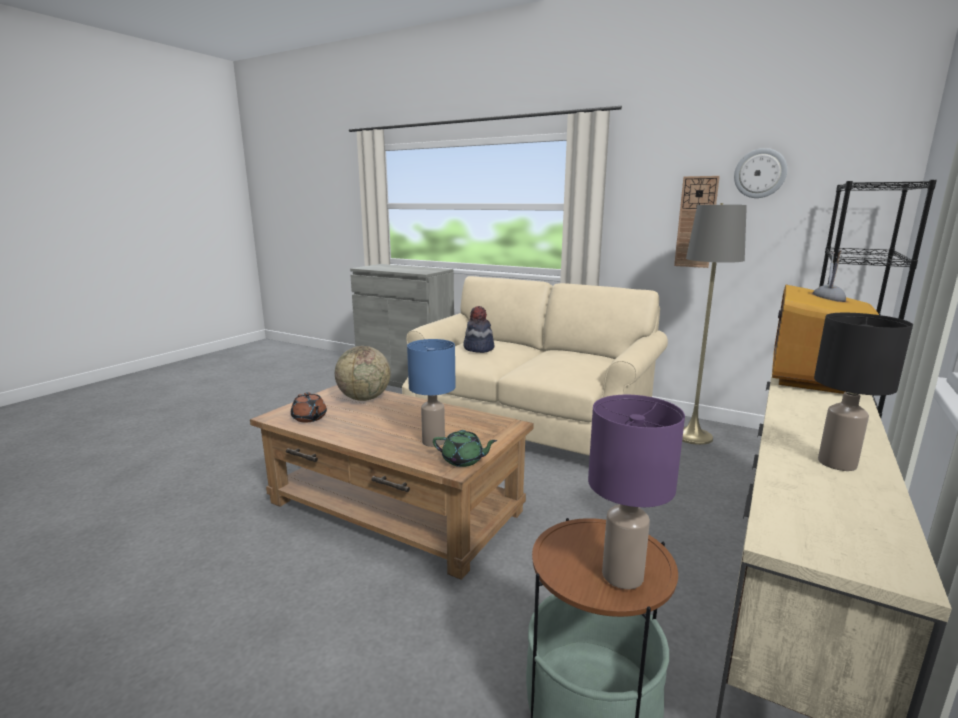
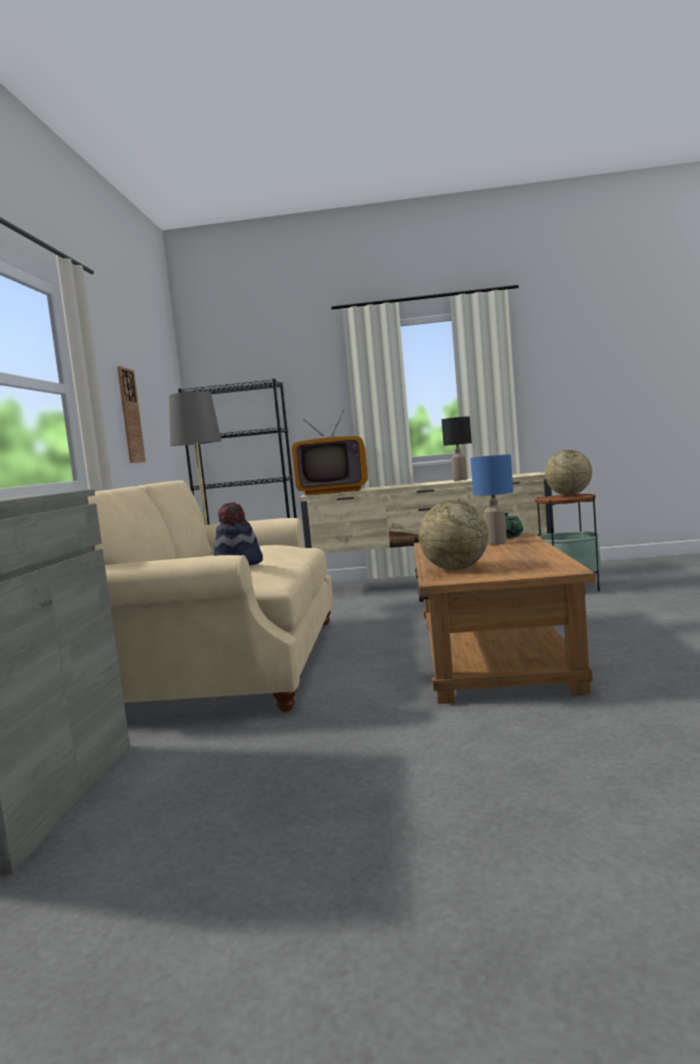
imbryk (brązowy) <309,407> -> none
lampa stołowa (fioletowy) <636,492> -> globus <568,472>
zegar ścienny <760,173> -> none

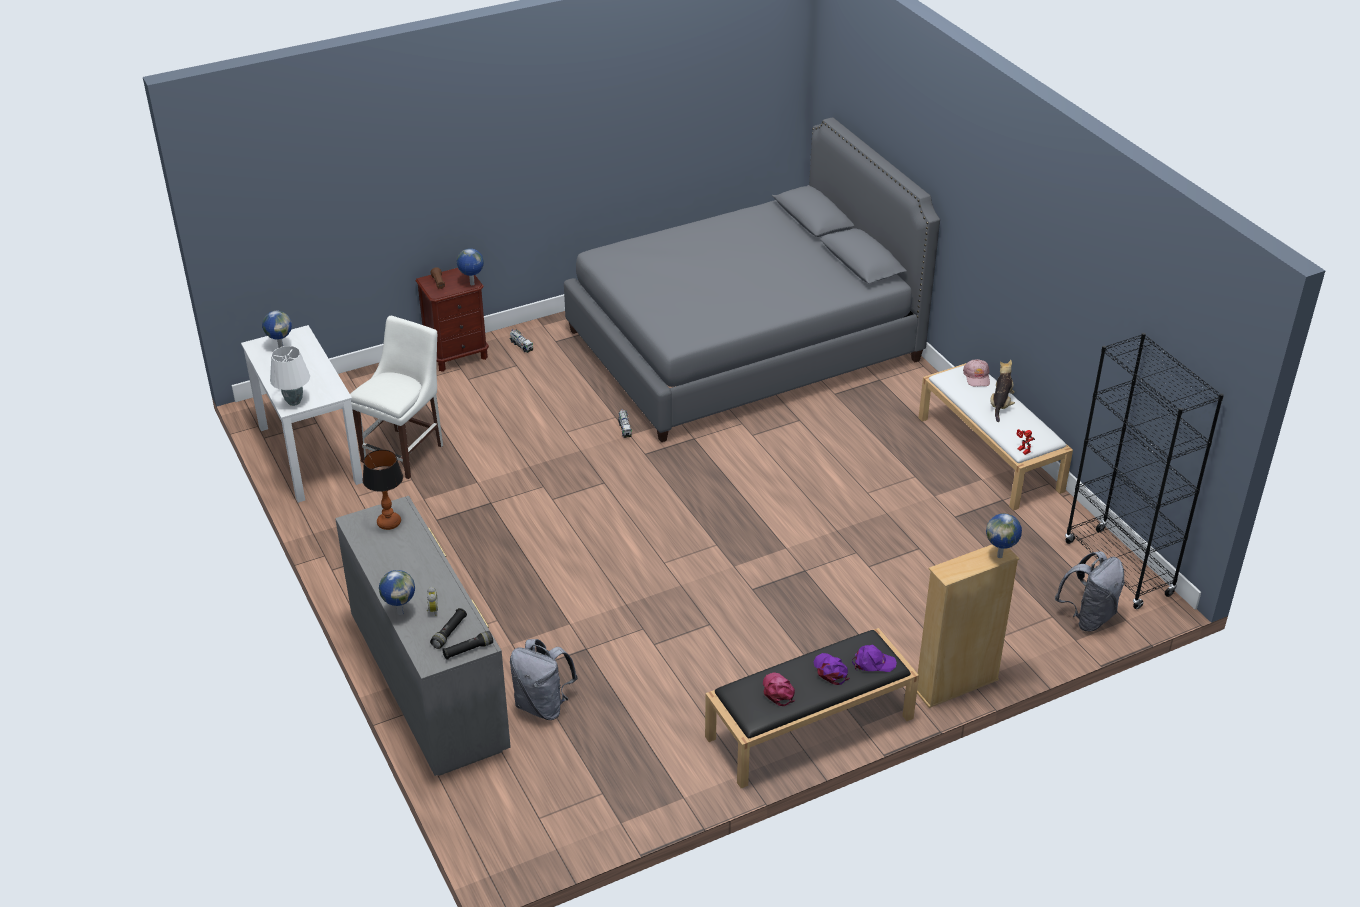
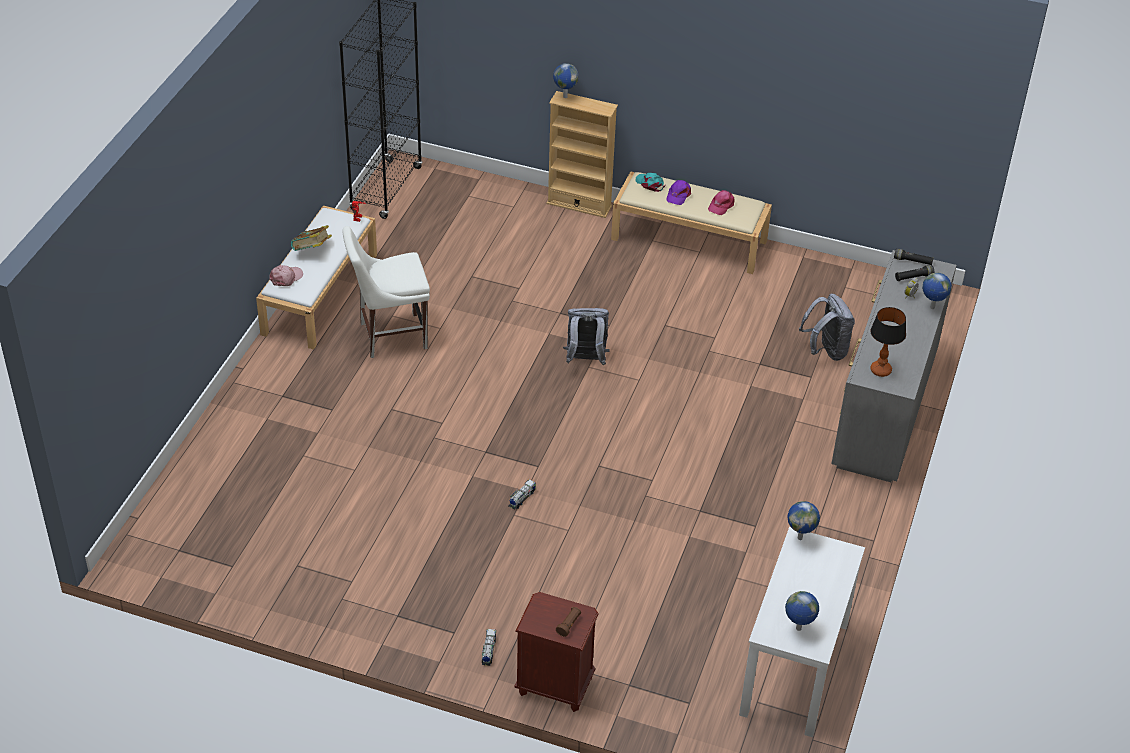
lampa stołowa (biały) <290,376> -> none
krzesło (biały) <396,397> -> krzesło (biały) <386,292>, relocated
globus <470,266> -> globus <803,520>, relocated
łóżko (szary) <752,280> -> none
ławka (czarny) <812,708> -> ławka (beżowy) <691,222>
czapka z daszkiem (fioletowy) <874,658> -> czapka z daszkiem (turkusowy) <650,182>
pluszak <1002,391> -> książka <311,238>
plecak (szary) <1089,591> -> plecak (szary) <586,336>, relocated

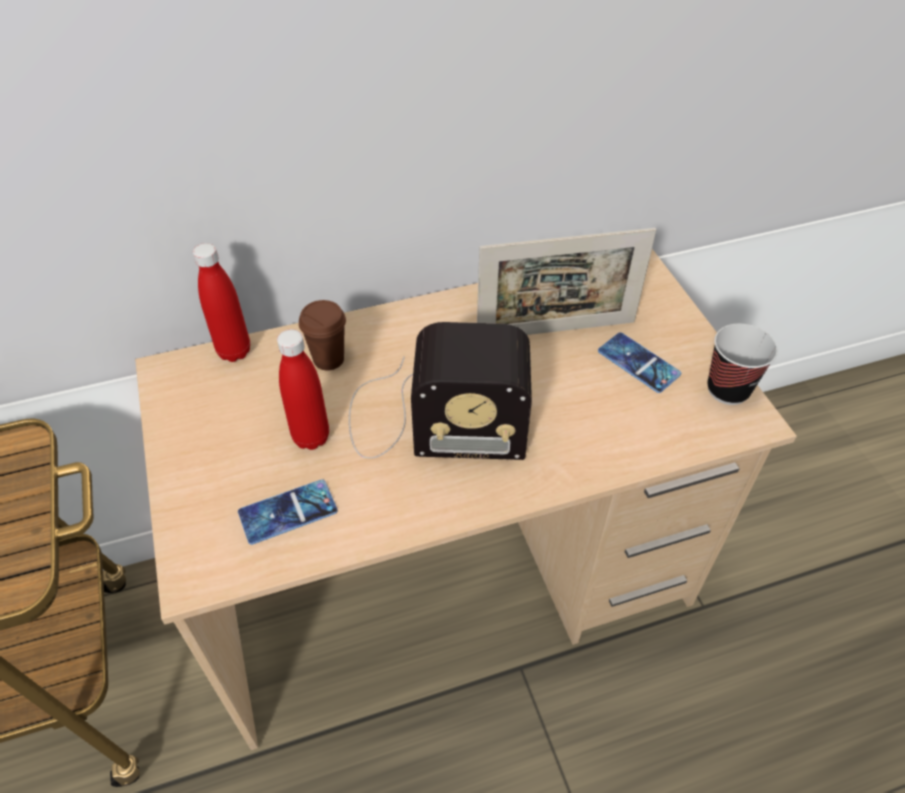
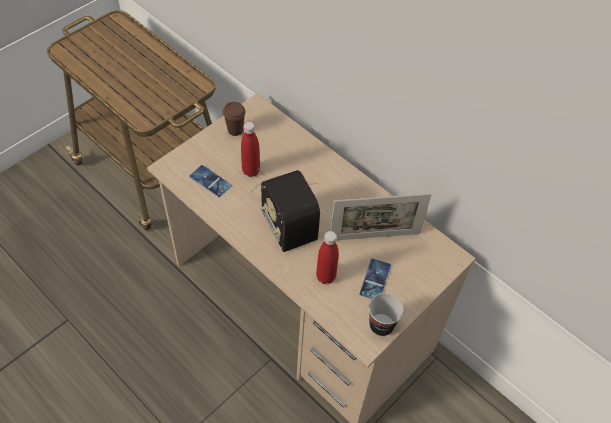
butelka (czerwony) <221,302> -> butelka (czerwony) <327,257>, relocated
filiżanka (brązowy) <322,335> -> filiżanka (brązowy) <234,119>, relocated
ramka na zdjęcie <567,281> -> ramka na zdjęcie <381,217>, 60 degrees counterclockwise

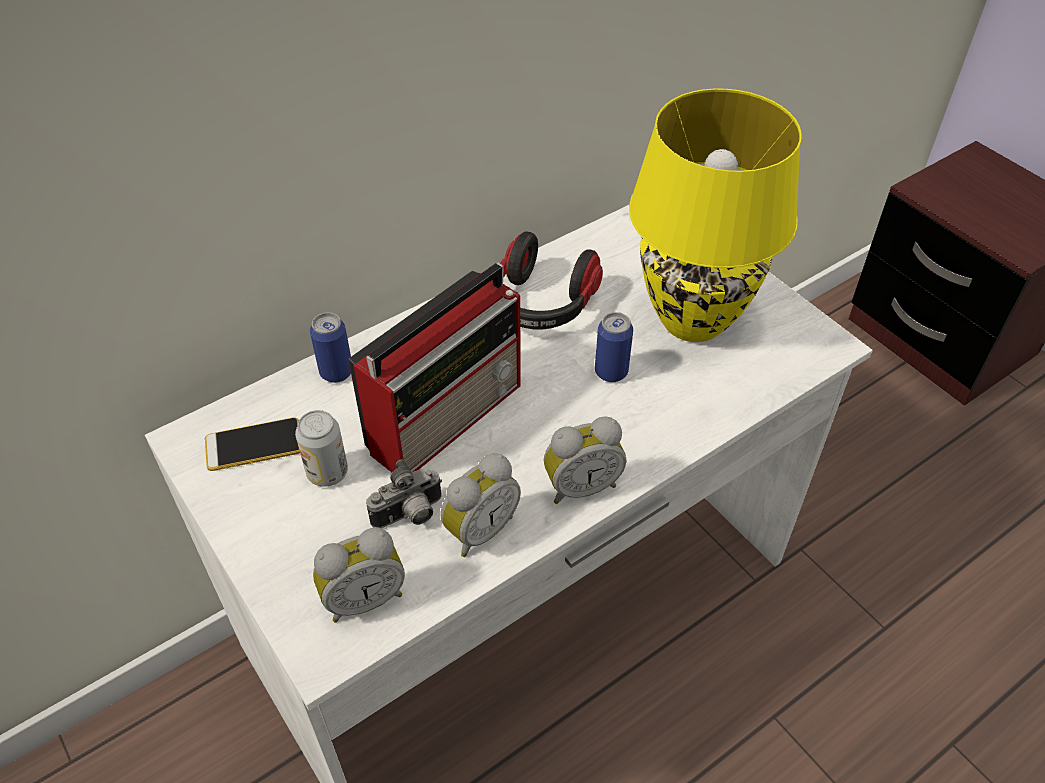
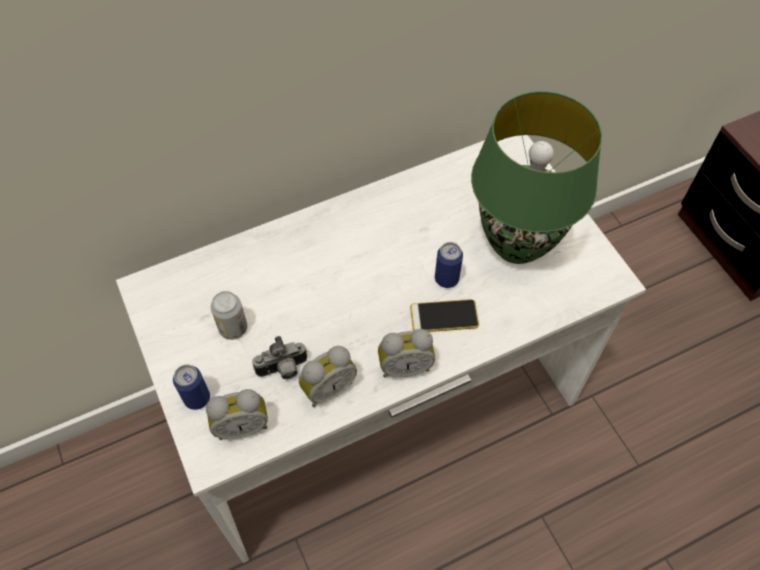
telefon <252,444> -> telefon <444,315>, relocated
puszka <330,347> -> puszka <191,387>, relocated
radio <434,367> -> none
słuchawki <551,281> -> none
lampa stołowa (żółty) <715,215> -> lampa stołowa (zielony) <536,177>

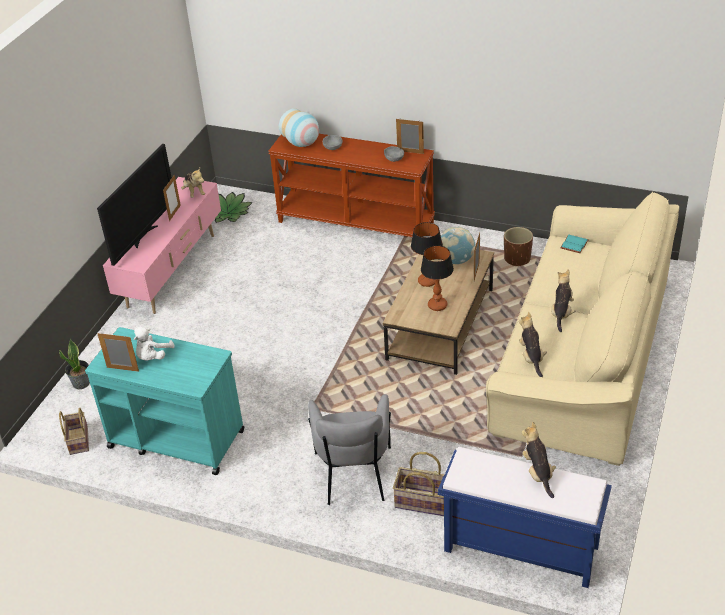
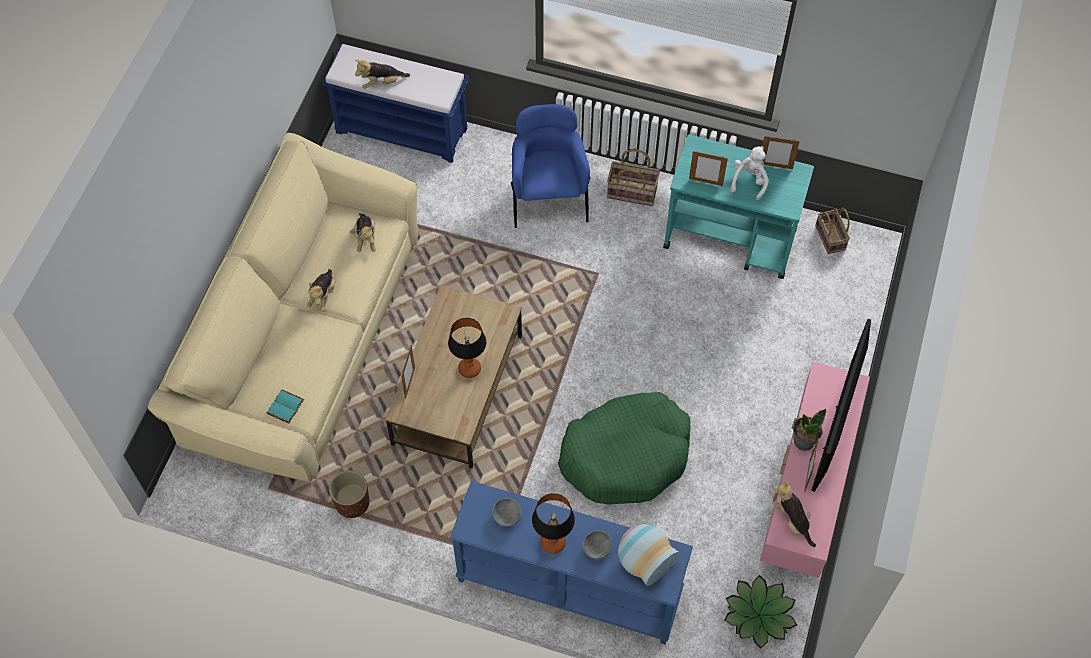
roślina doniczkowa <74,364> -> roślina doniczkowa <809,430>, relocated
stolik konsolowy (brązowy) <351,185> -> stolik konsolowy (niebieski) <571,563>
fotel (szary) <349,449> -> fotel (niebieski) <550,166>
koszyk <419,484> -> koszyk <633,177>, relocated
ramka na zdjęcie <410,136> -> ramka na zdjęcie <708,168>, relocated
lampa stołowa <437,278> -> lampa stołowa <553,523>, relocated
globus <458,245> -> none
pluszak <538,460> -> pluszak <382,74>, 90 degrees clockwise
none -> legowisko (zielony) <624,448>

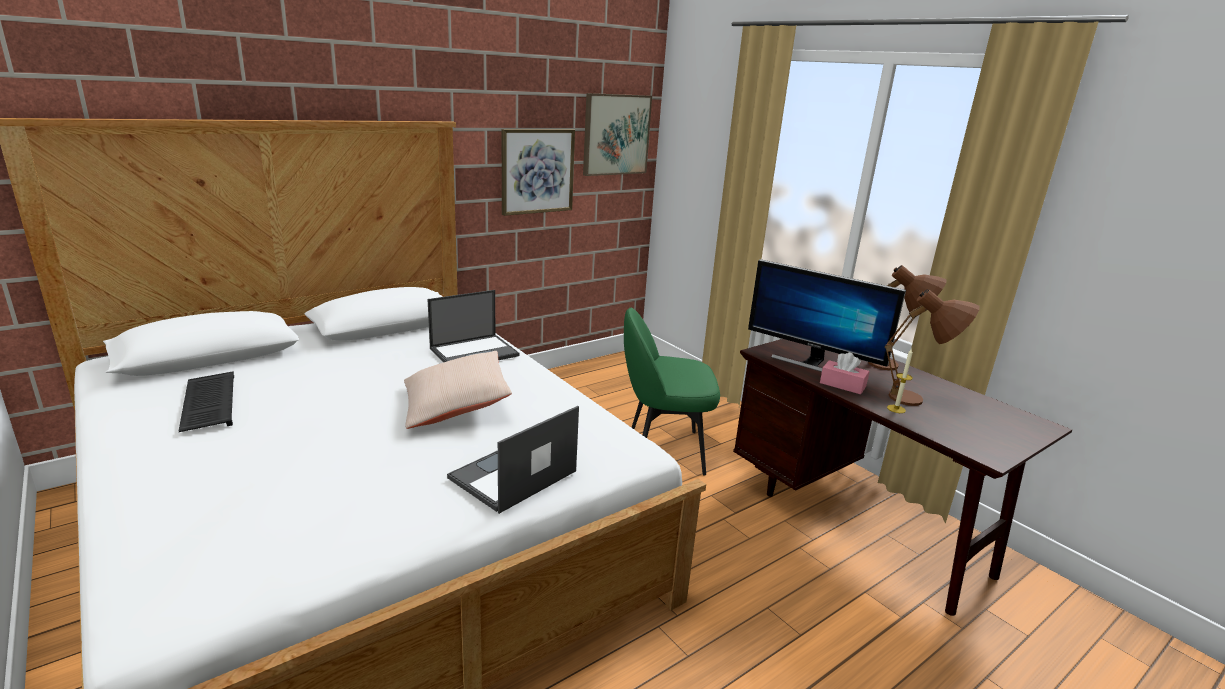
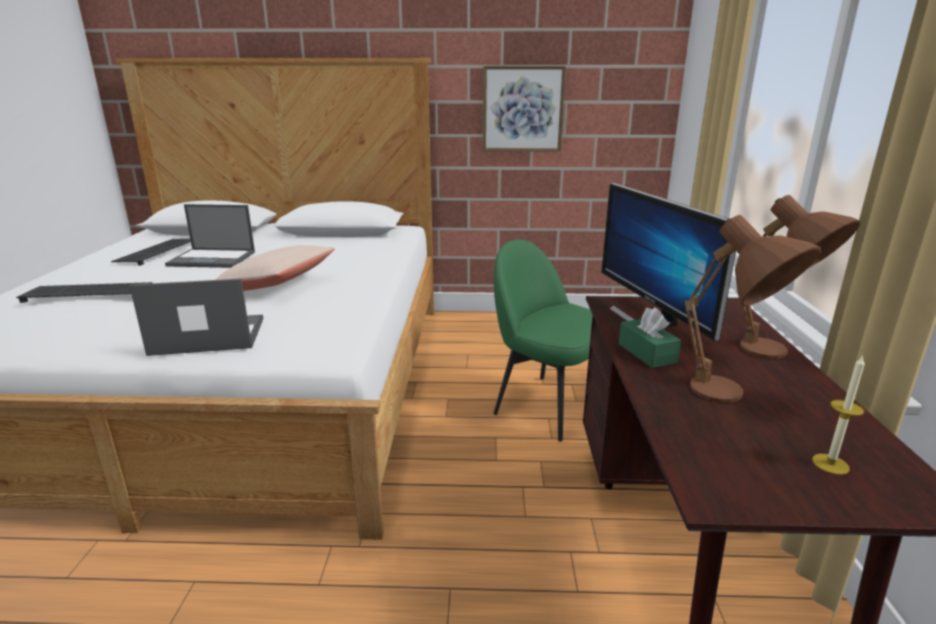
laptop <473,326> -> laptop <210,236>, relocated
obraz <617,134> -> none
pudełko chusteczek (różowy) <845,373> -> pudełko chusteczek (zielony) <650,337>
świeca <900,380> -> świeca <838,415>, relocated
none -> klawiatura <84,292>

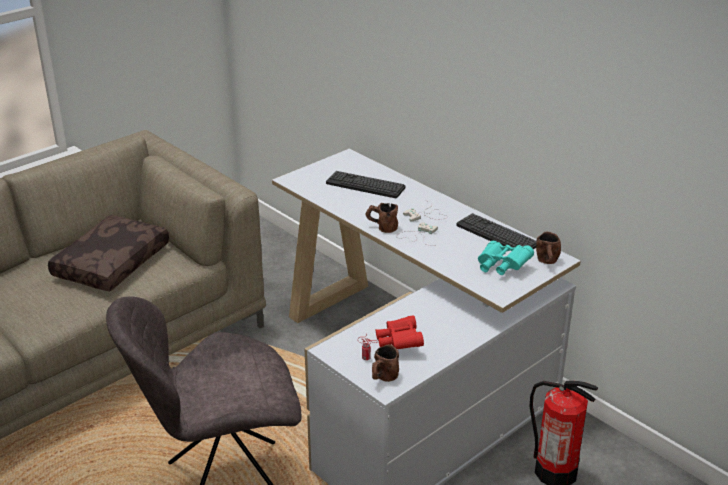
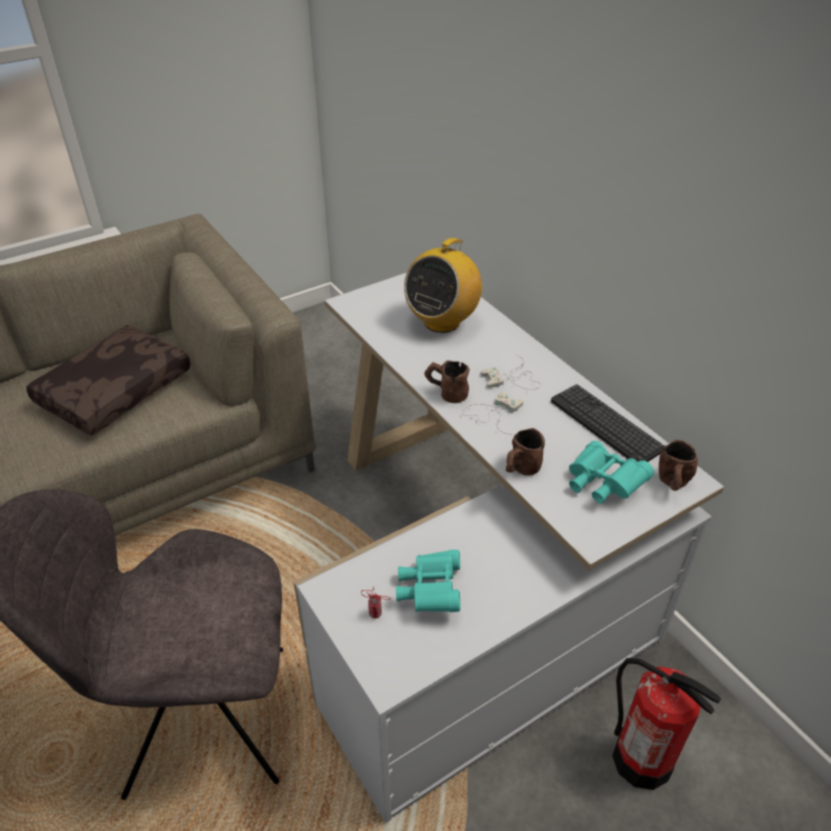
klawiatura <365,184> -> radio <443,284>
kubek (brązowy) <385,363> -> kubek (brązowy) <525,452>, relocated
lornetka (czerwony) <400,332> -> lornetka (turkusowy) <428,581>

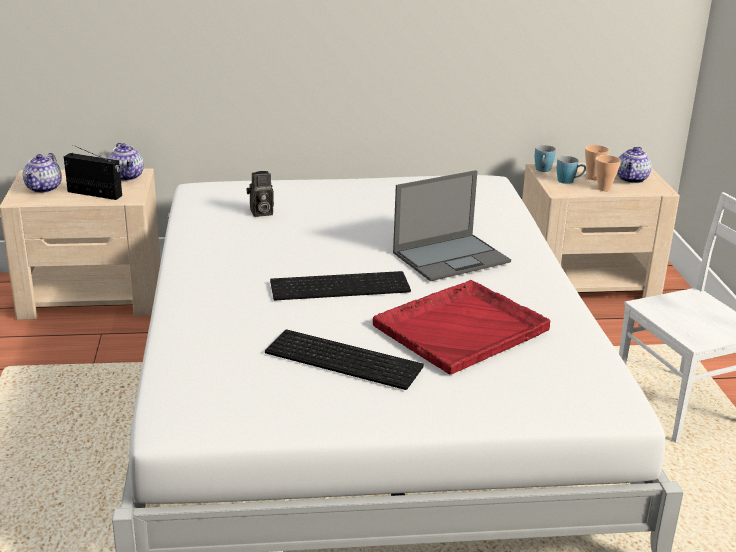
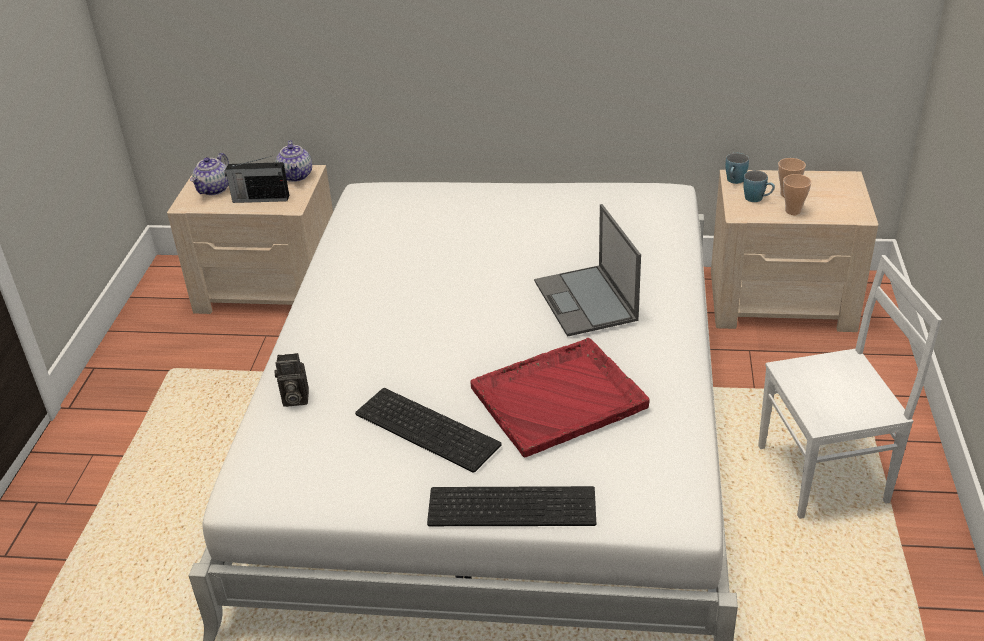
radio <93,172> -> radio <257,179>, 150 degrees clockwise
aparat fotograficzny <260,194> -> aparat fotograficzny <292,380>, relocated
klawiatura <340,285> -> klawiatura <511,506>, relocated
laptop <452,225> -> laptop <587,270>, 90 degrees clockwise
imbryk <634,165> -> none

